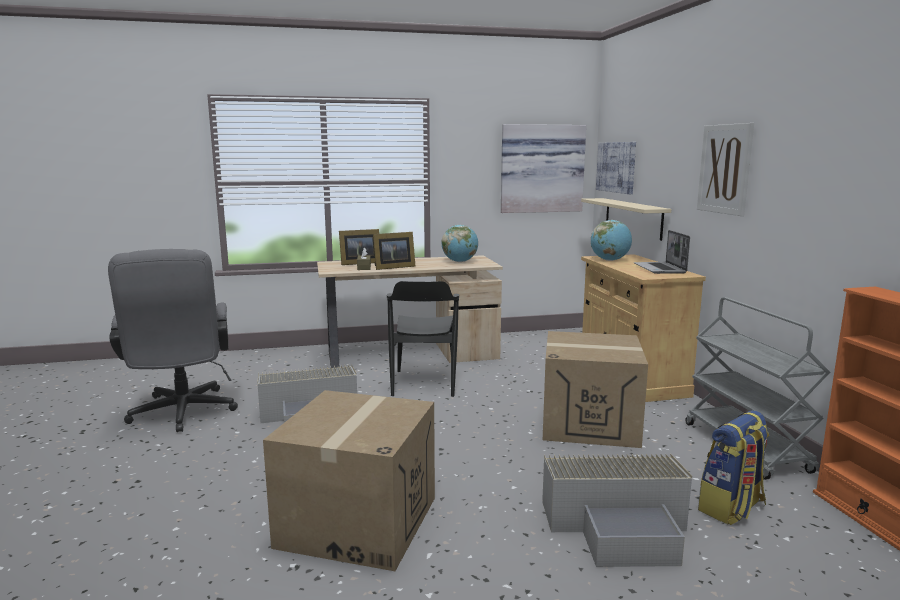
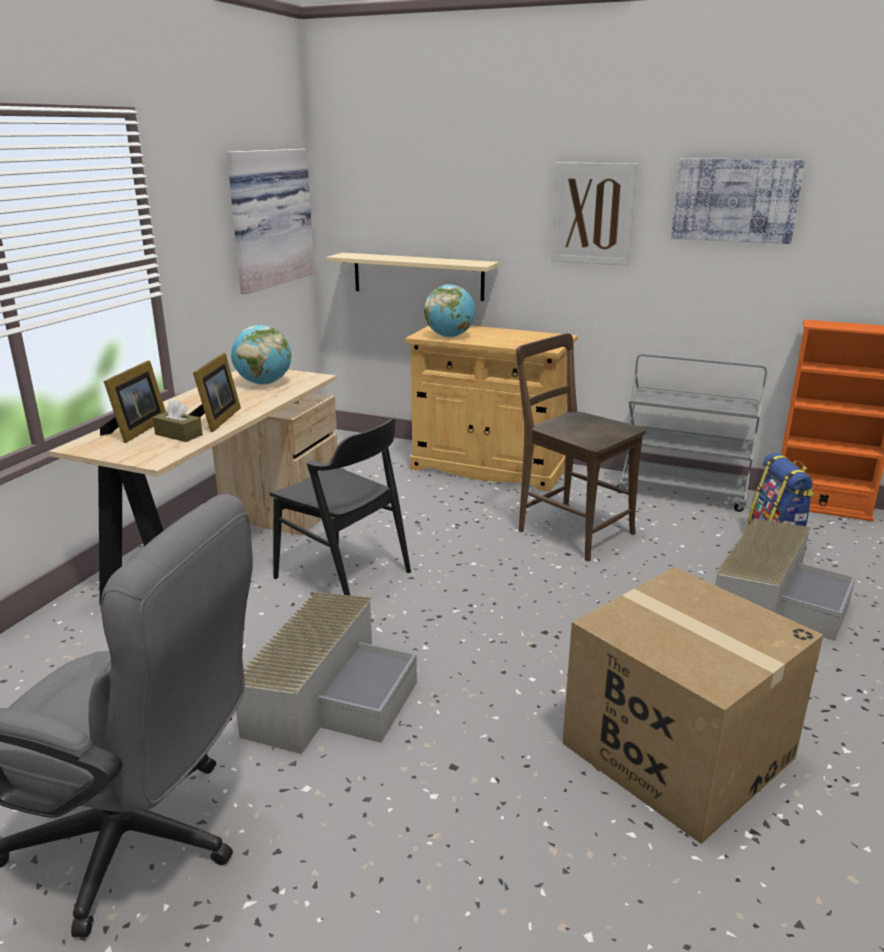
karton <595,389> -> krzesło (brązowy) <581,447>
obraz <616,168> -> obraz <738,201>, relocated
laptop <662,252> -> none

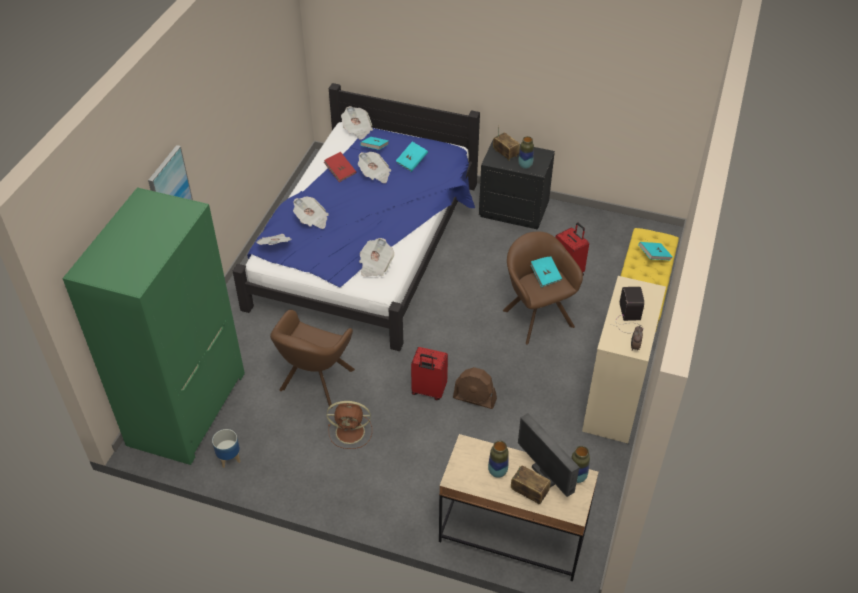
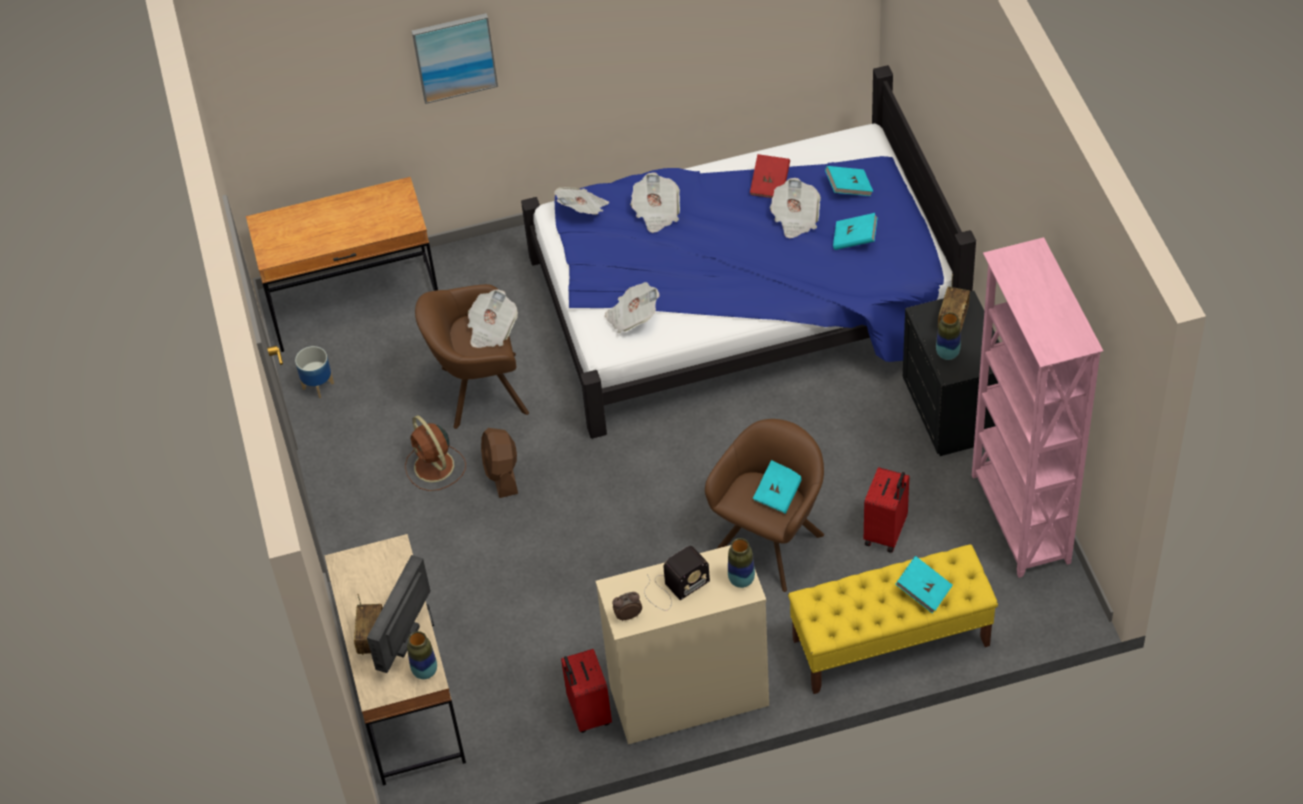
szafa (zielony) <154,326> -> biurko (brązowy) <342,264>
gazeta <357,123> -> gazeta <492,318>, relocated
walizka (czerwony) <429,373> -> walizka (czerwony) <586,691>, relocated
wentylator (brązowy) <475,388> -> wentylator (brązowy) <499,463>, relocated
wazon <498,459> -> wazon <741,563>, relocated
none -> regał (różowy) <1037,407>

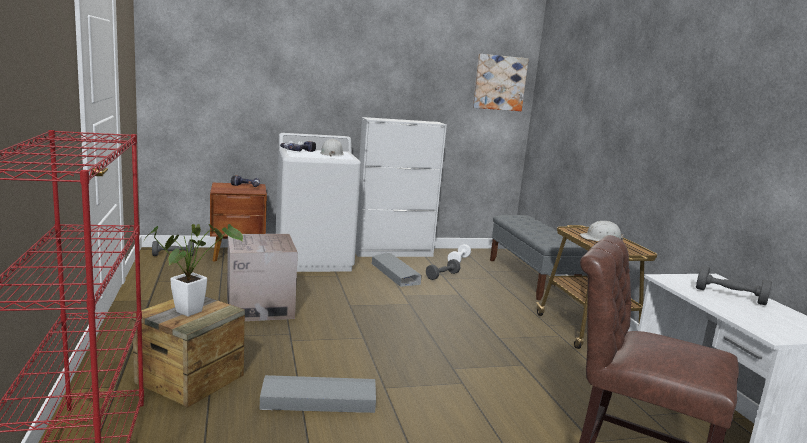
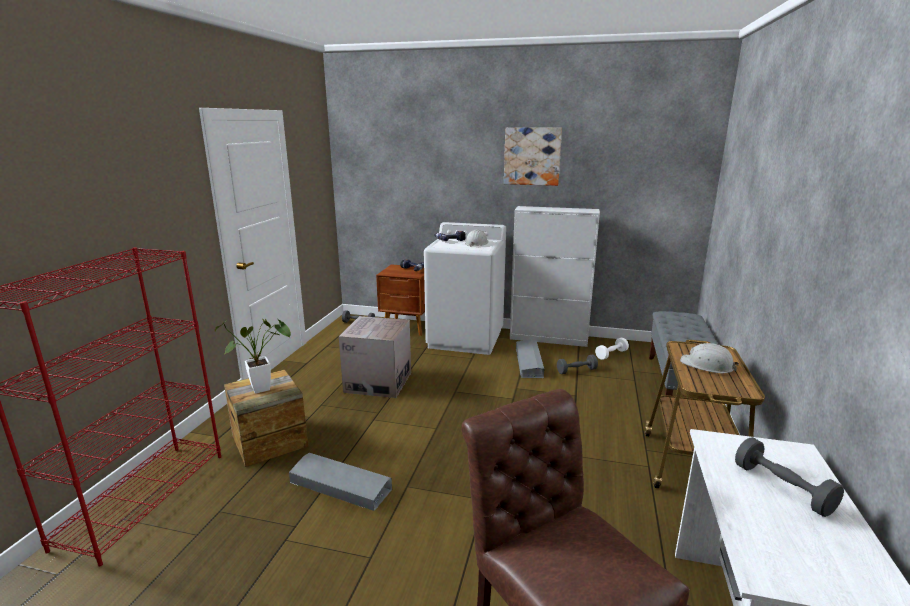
obraz <501,82> -> obraz <533,156>, relocated

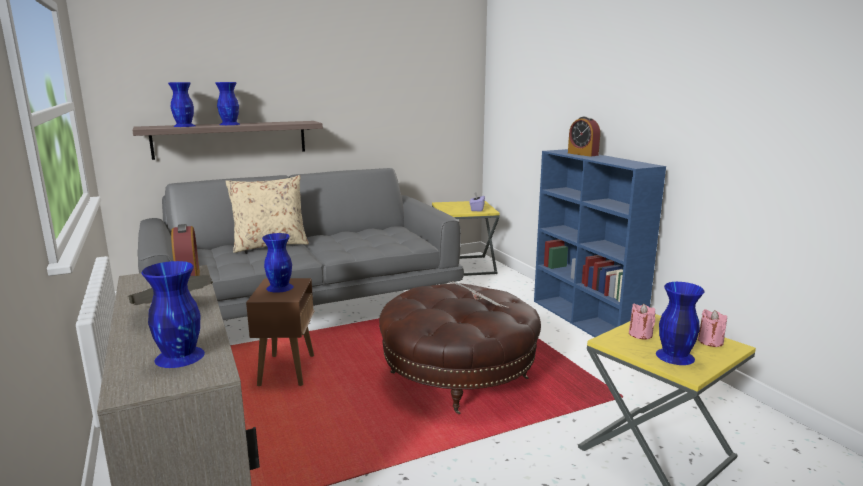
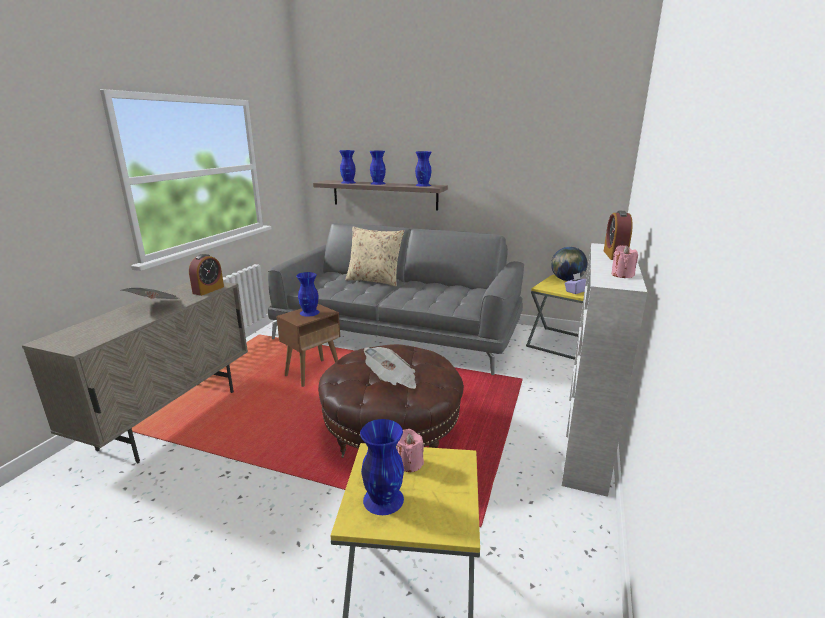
wazon (niebieski) <173,314> -> wazon (niebieski) <423,169>, relocated
regał (niebieski) <600,243> -> regał (biały) <605,370>
świeca (różowy) <712,328> -> świeca (różowy) <624,261>, relocated
none -> globus <569,264>

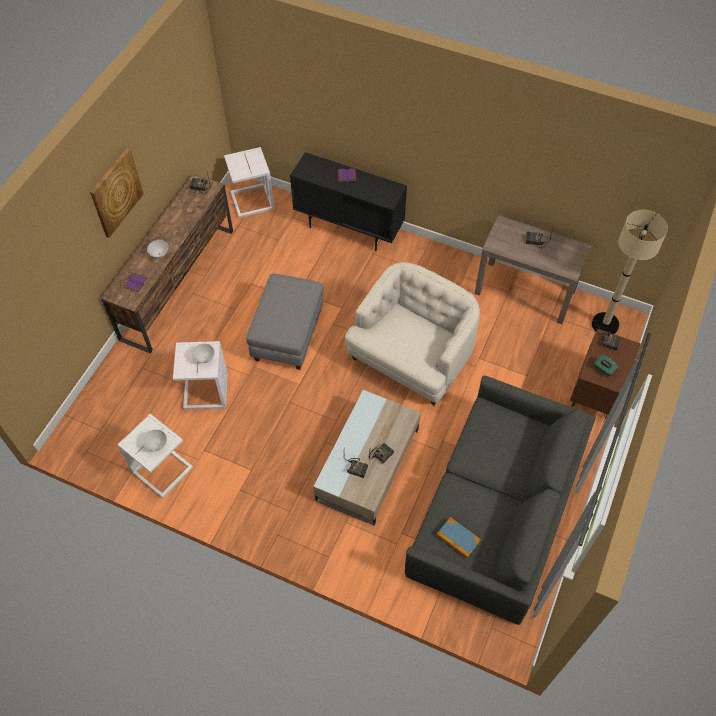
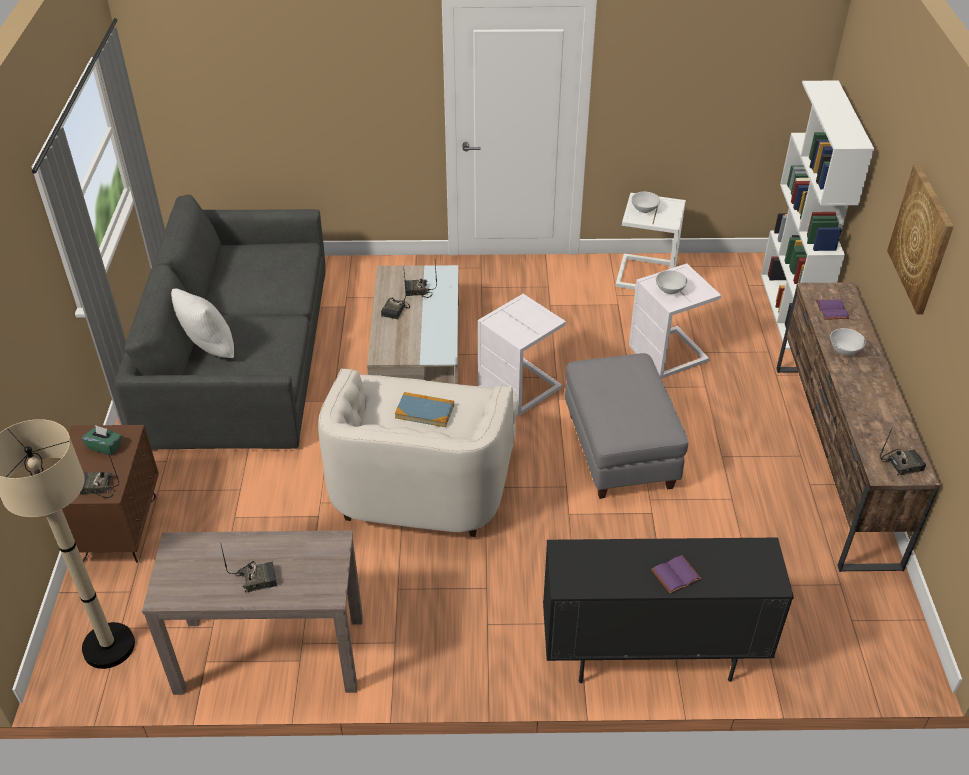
stolik (biały) <249,182> -> stolik (biały) <522,355>, relocated
książka <459,537> -> książka <424,409>, relocated
none -> poduszka (biały) <202,323>
none -> regał (biały) <817,215>

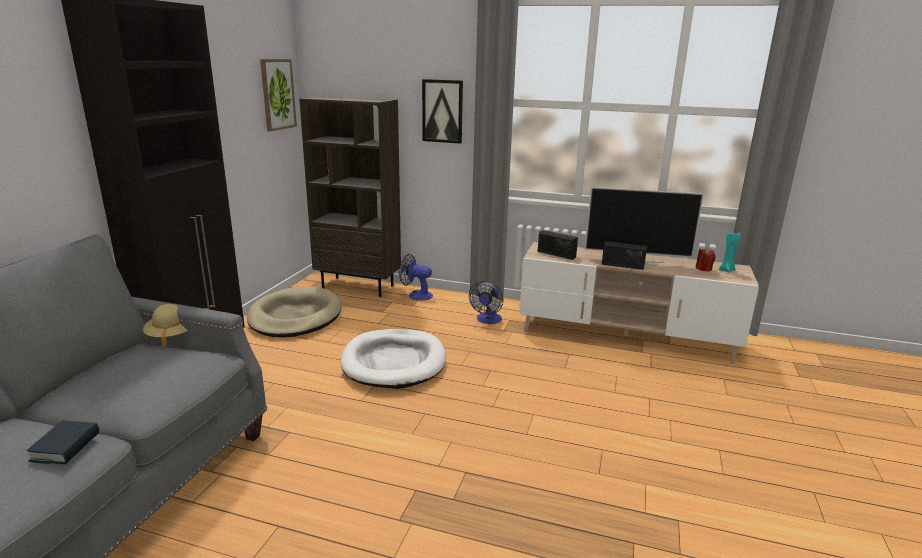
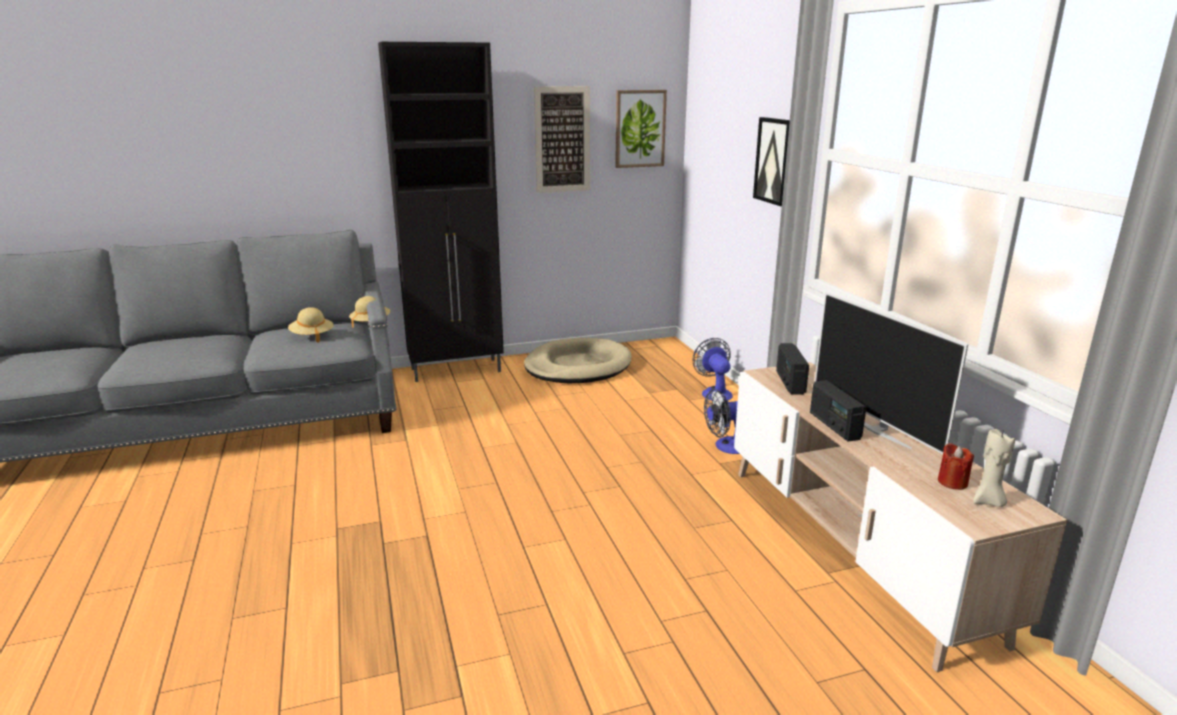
książka <63,442> -> none
regał (brązowy) <350,196> -> none
legowisko (biały) <393,359> -> none
świeca (turkusowy) <729,252> -> świeca (beżowy) <994,468>
none -> kapelusz (beżowy) <311,324>
none -> obraz <562,139>

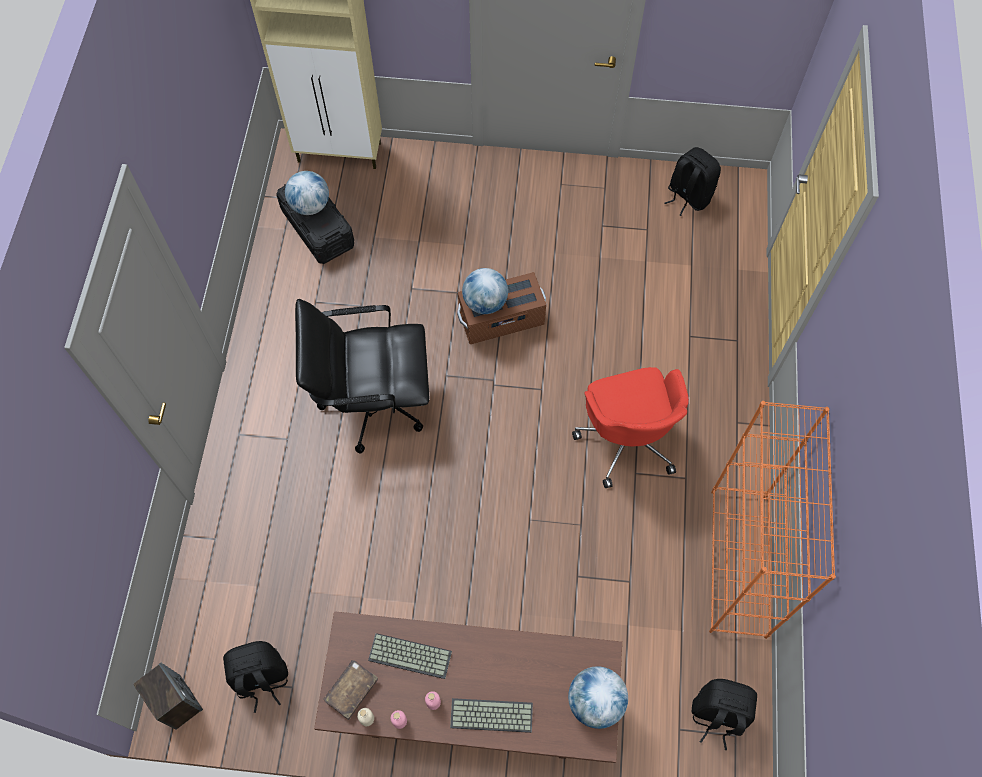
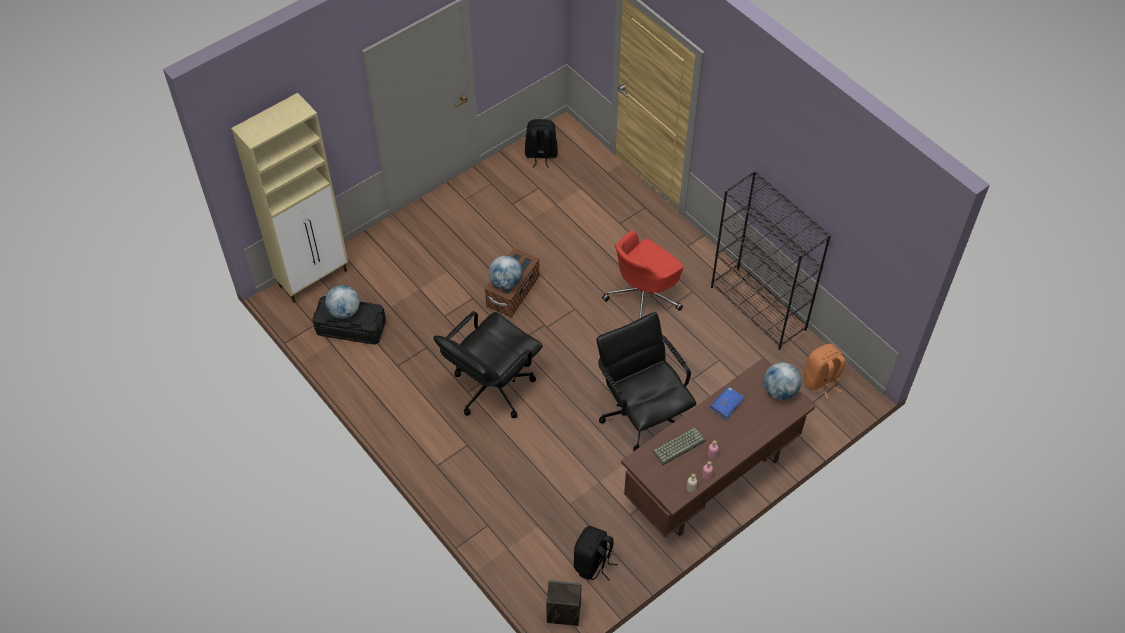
książka (brązowy) <350,690> -> none
klawiatura <491,715> -> none
krzesło biurowe (czerwony) <630,427> -> krzesło biurowe (czerwony) <642,274>, 105 degrees clockwise
plecak (czarny) <724,714> -> plecak (pomarańczowy) <825,371>
regał (pomarańczowy) <772,520> -> regał (czarny) <771,260>
none -> krzesło biurowe (czarny) <646,381>
none -> książka (niebieski) <727,403>

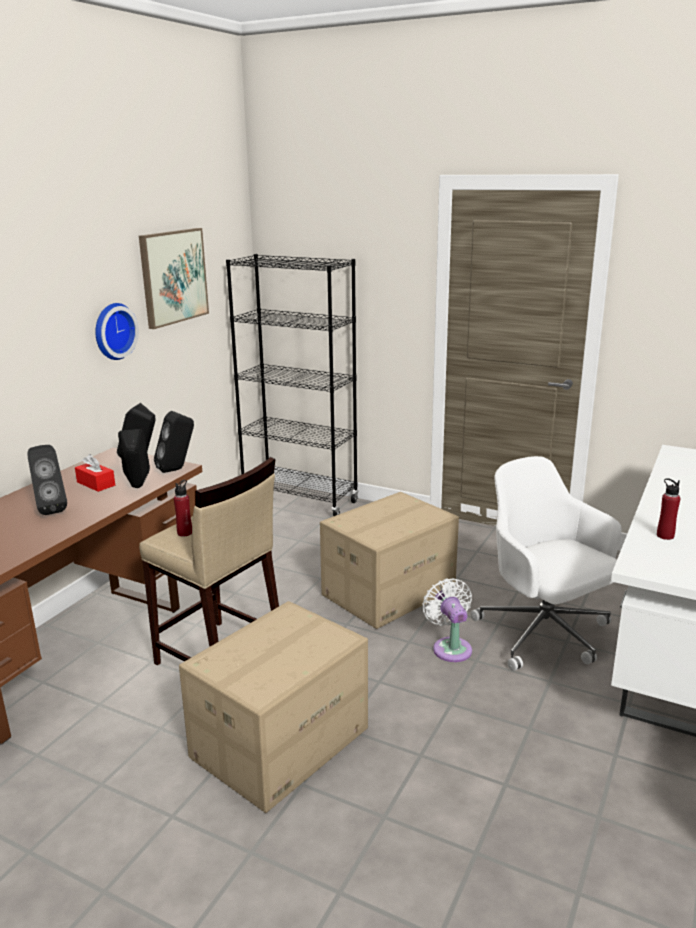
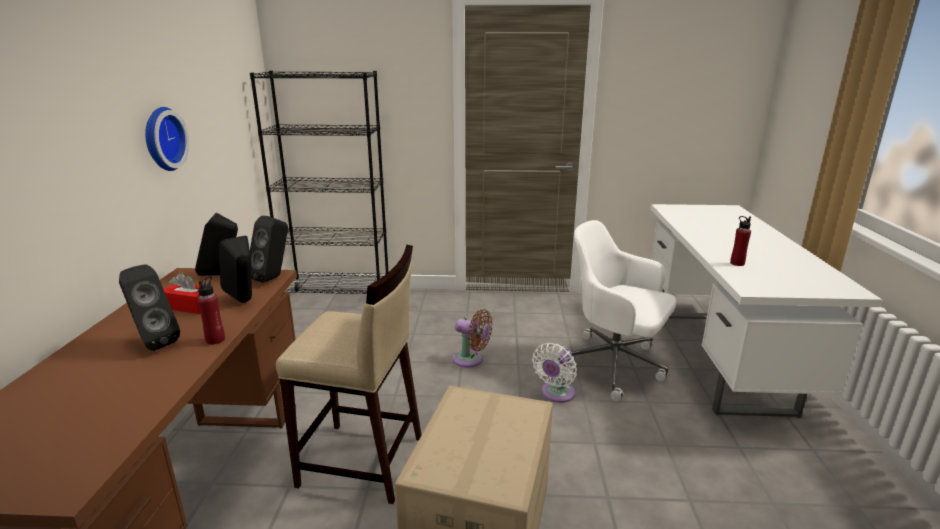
obraz <174,278> -> none
butelka (czerwony) <183,508> -> butelka (czerwony) <211,310>, relocated
karton <389,560> -> wentylator (brązowy) <473,338>
wentylator (biały) <447,620> -> wentylator (biały) <554,373>, 105 degrees counterclockwise

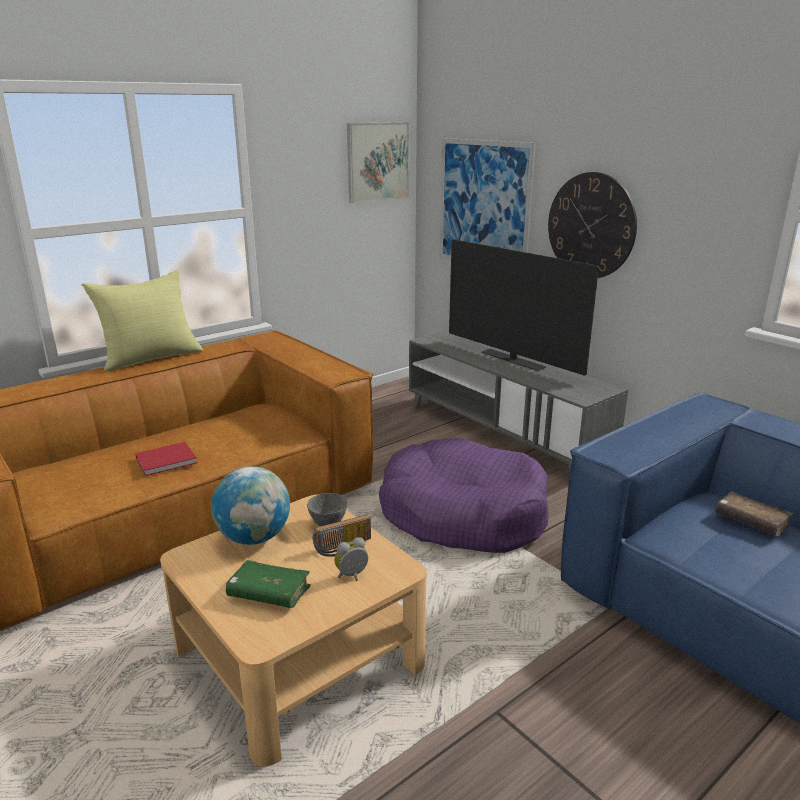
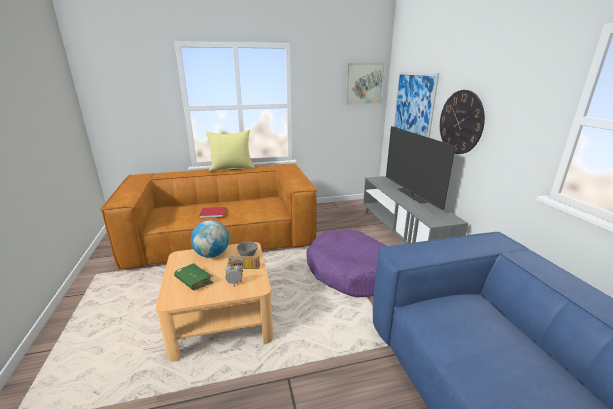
książka (brązowy) <754,514> -> none

